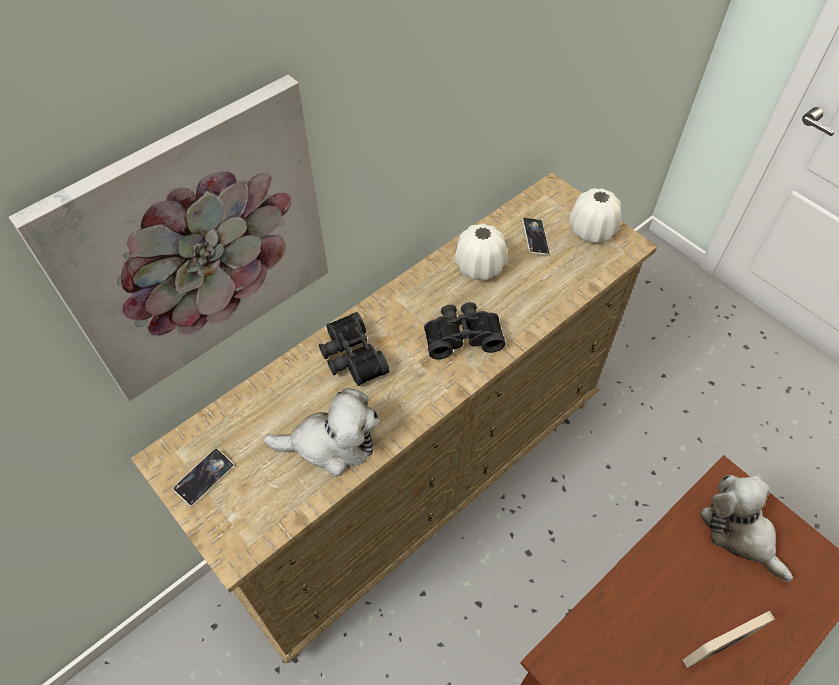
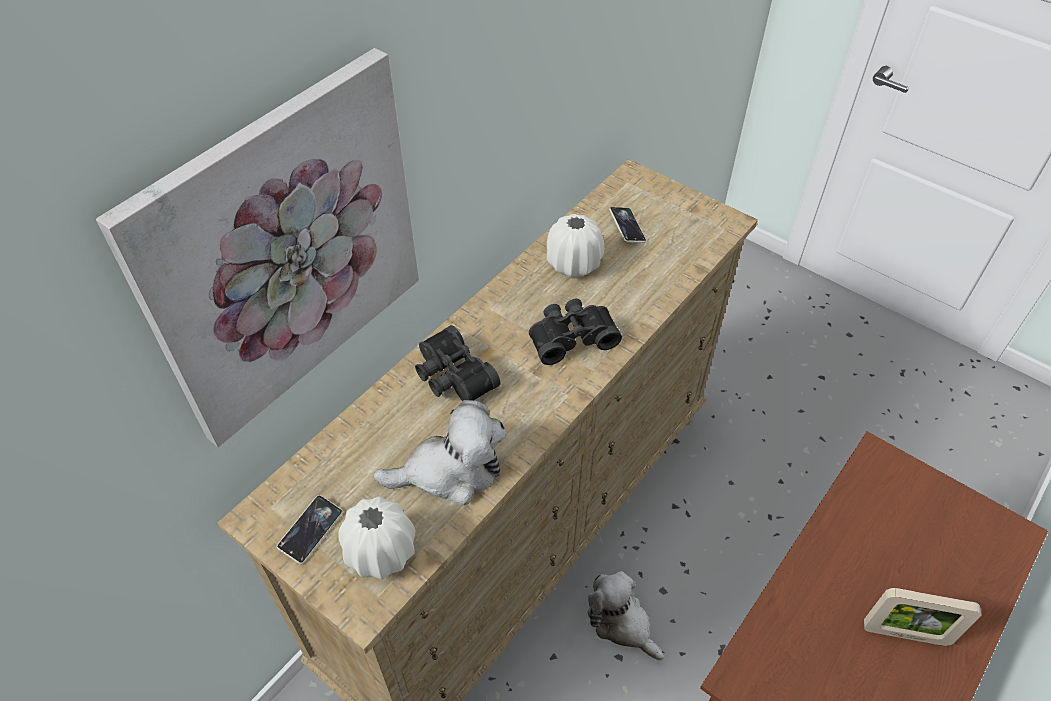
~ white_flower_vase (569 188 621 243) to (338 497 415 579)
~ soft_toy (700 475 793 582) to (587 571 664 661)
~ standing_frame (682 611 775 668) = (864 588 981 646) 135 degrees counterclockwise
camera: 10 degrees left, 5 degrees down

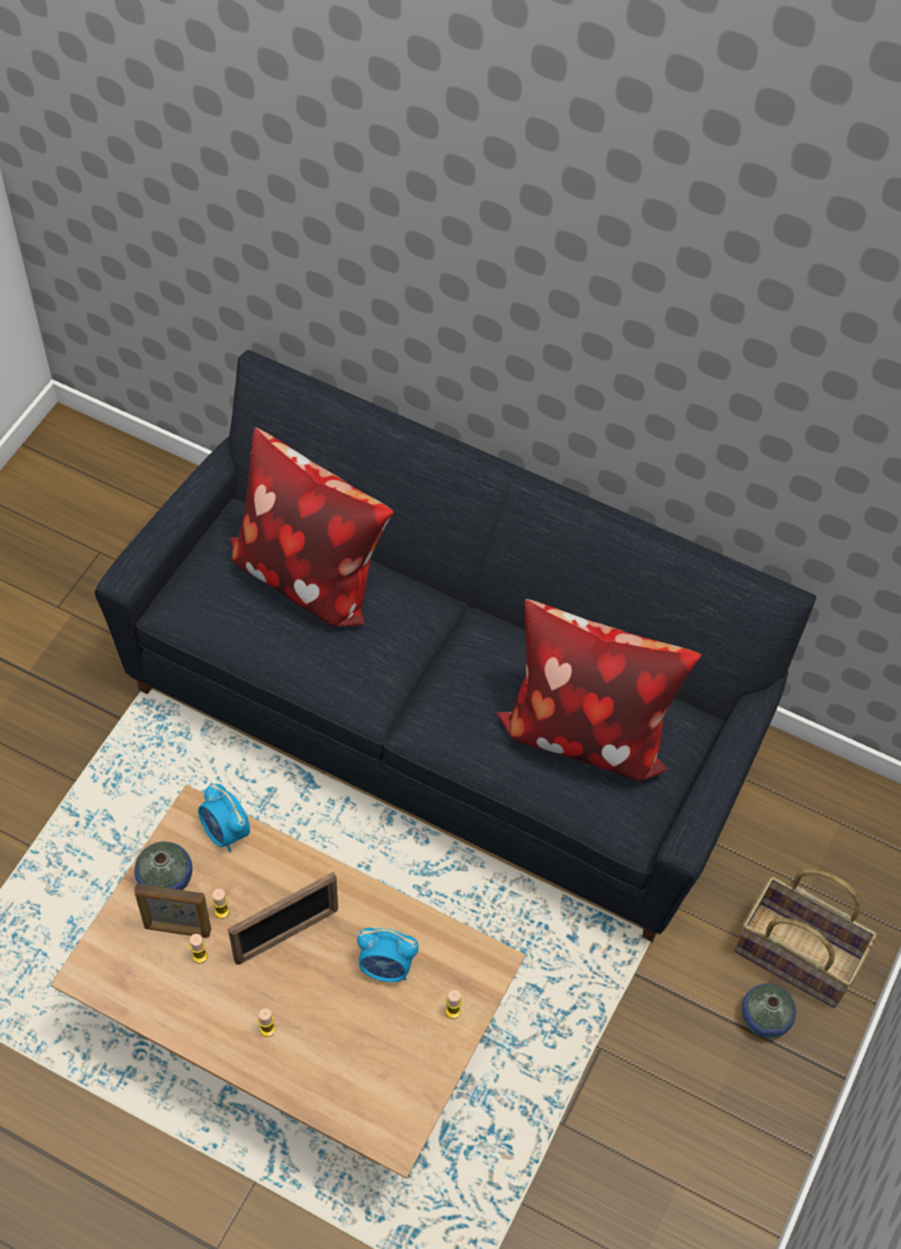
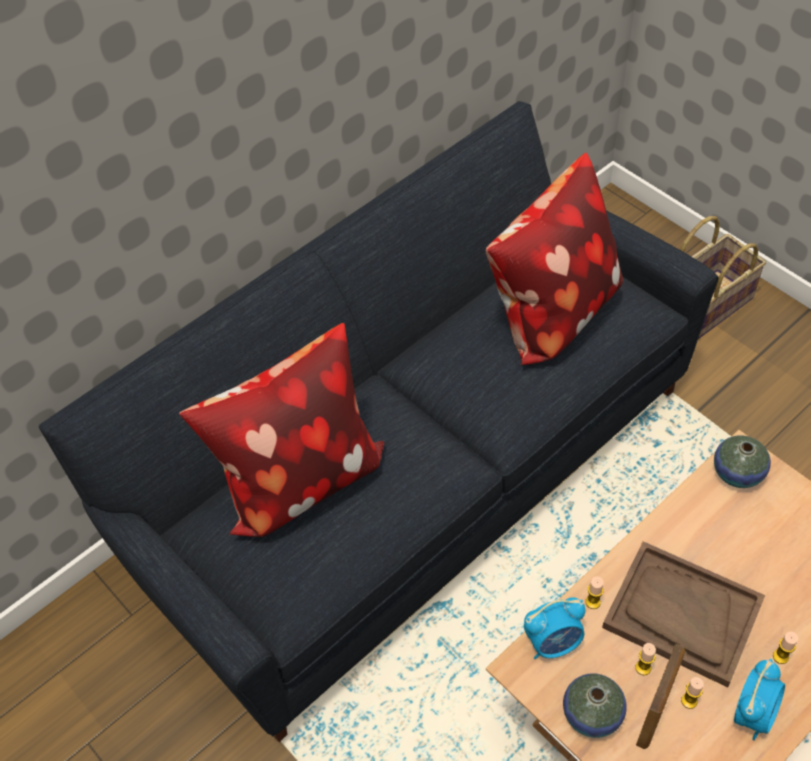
~ standing_frame (228 872 338 965) to brown-coloured_serving_tray (602 541 765 687)
~ table_clock (357 928 419 982) to (734 659 785 740)
~ flower_vase (741 984 796 1038) to (714 435 771 488)
~ candle (446 990 462 1019) to (586 576 604 609)
camera: 65 degrees left, 5 degrees down

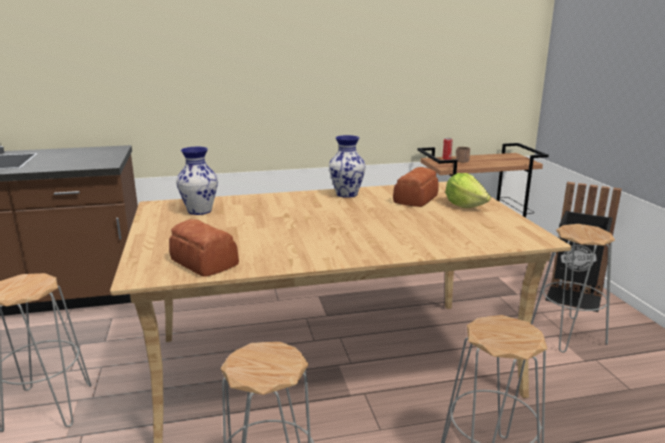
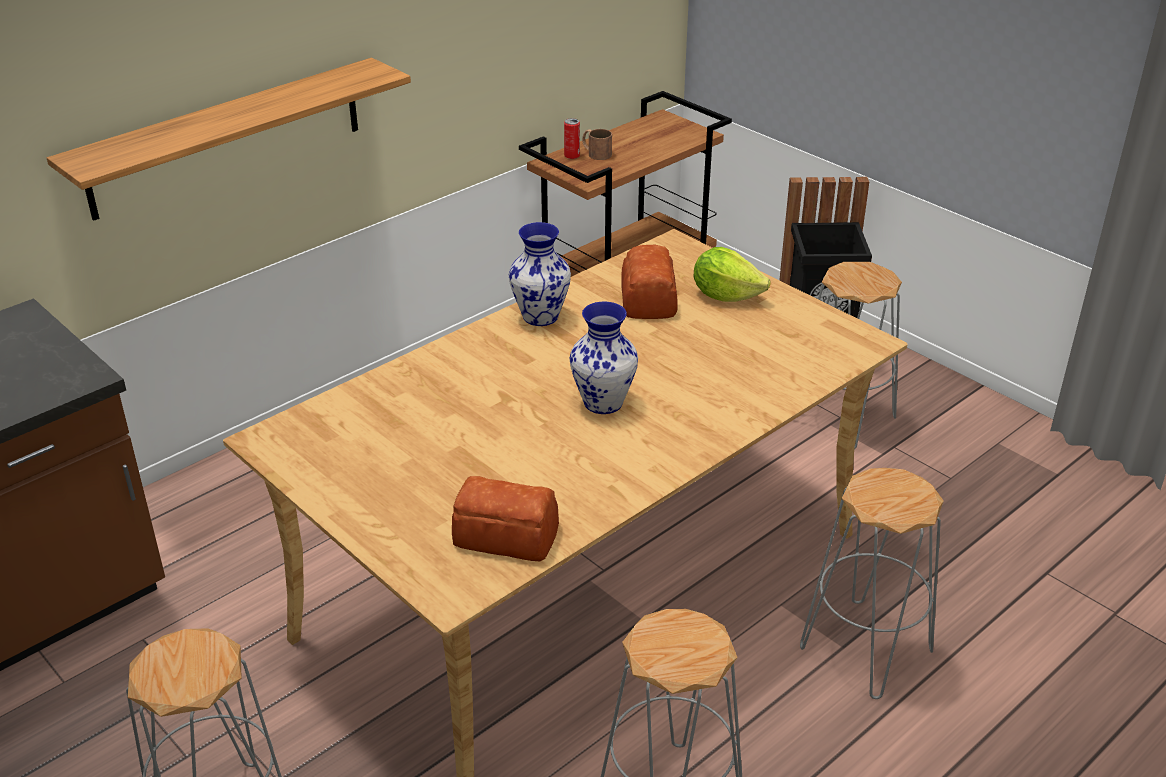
~ flower_vase (176 147 218 215) to (570 302 638 414)
+ bracket_shelf (47 58 411 221)
camera: 30 degrees left, 15 degrees up

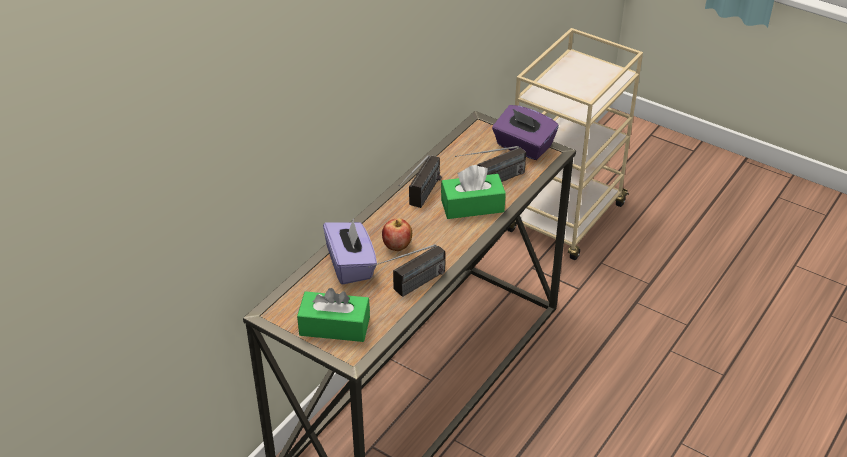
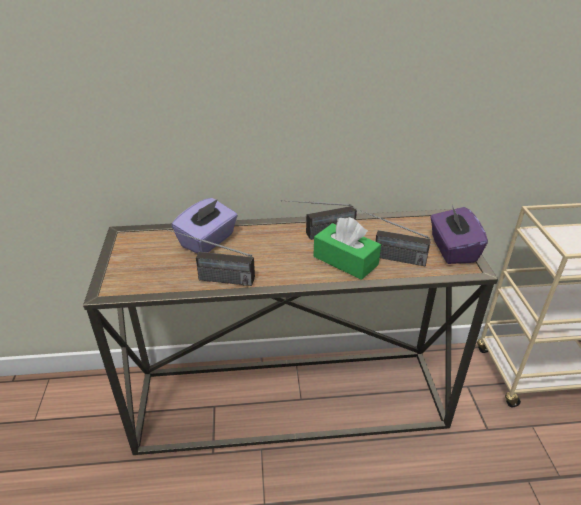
- whole_apple (382 218 412 251)
- green-coloured_tissue_box (297 288 370 342)
camera: 50 degrees right, 5 degrees down

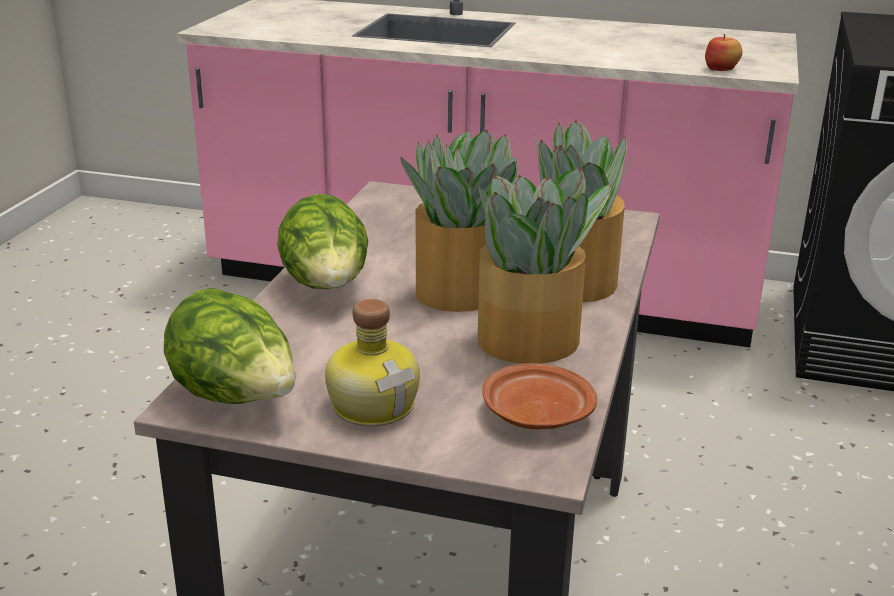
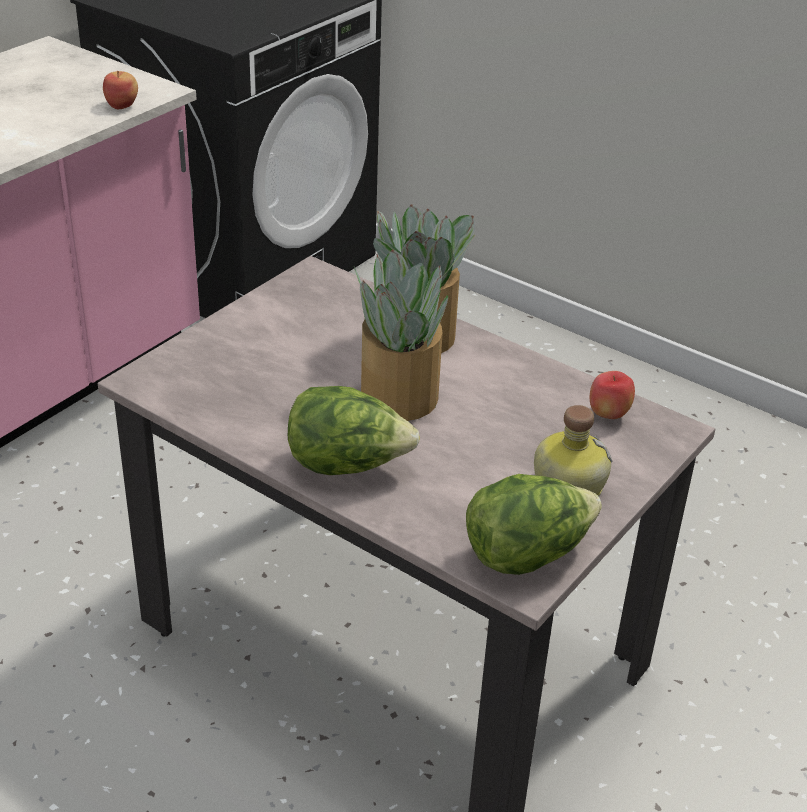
- potted_plant (478 168 612 364)
~ brown-coloured_flat_dish (482 363 597 429) to whole_apple (590 371 635 419)
camera: 70 degrees left, 10 degrees up

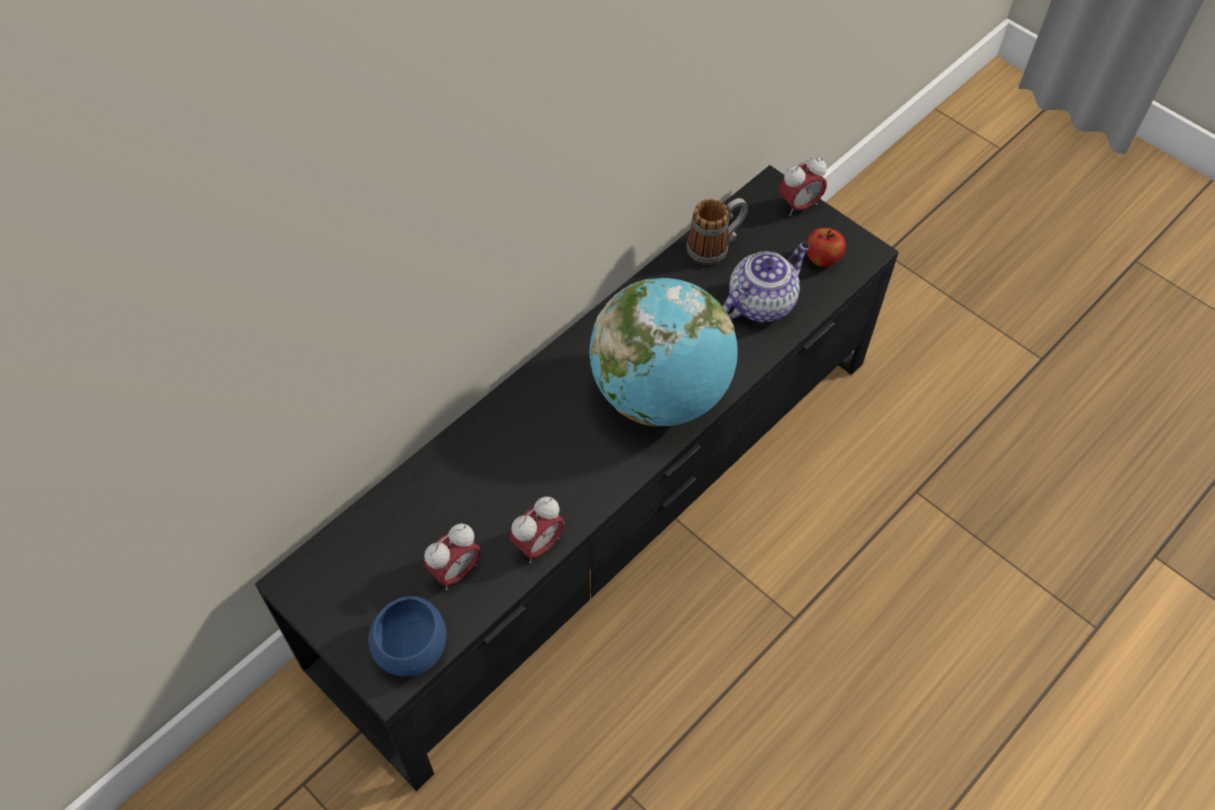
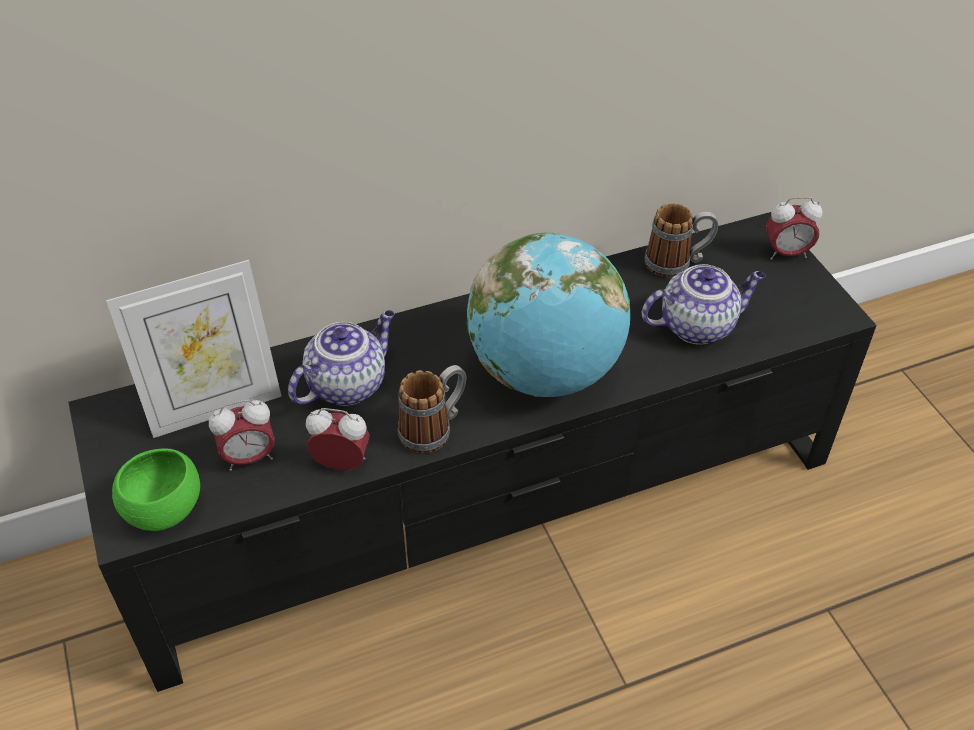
- whole_apple (806 228 846 267)
~ table_clock (509 497 565 563) = (306 408 370 470) 150 degrees counterclockwise
~ bluish_deep_dish (368 596 446 677) to green-coloured_deep_dish (112 449 200 531)
+ standing_frame (106 260 282 438)
+ tea_pot (288 310 395 406)
+ tea_mug (398 365 466 453)
camera: 25 degrees right, 10 degrees down

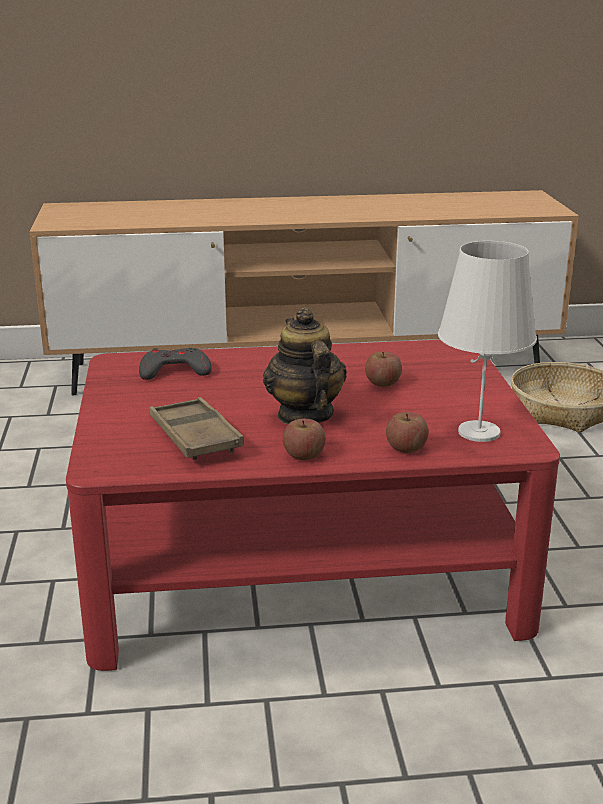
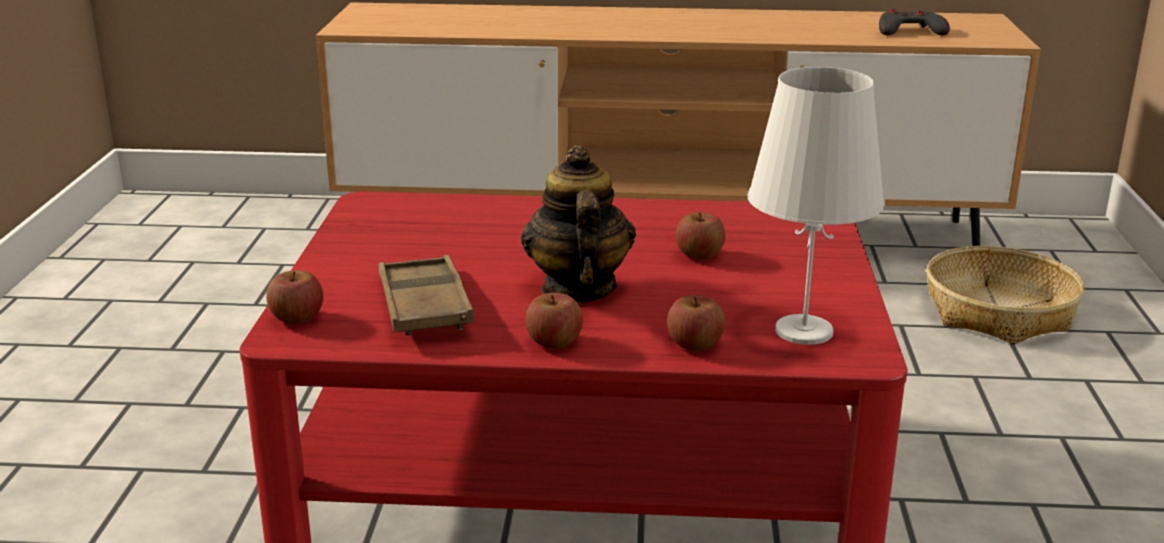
~ grey_game_controller (139 348 212 380) to (879 9 950 35)
+ whole_apple (266 270 323 324)
camera: 10 degrees right, 0 degrees up

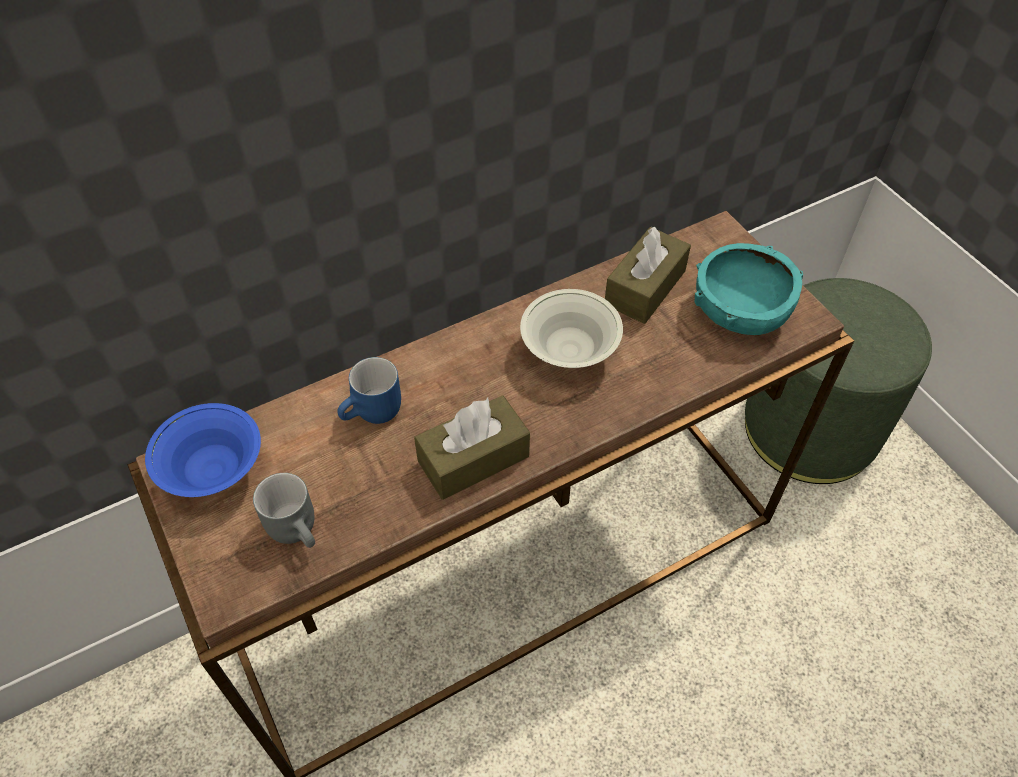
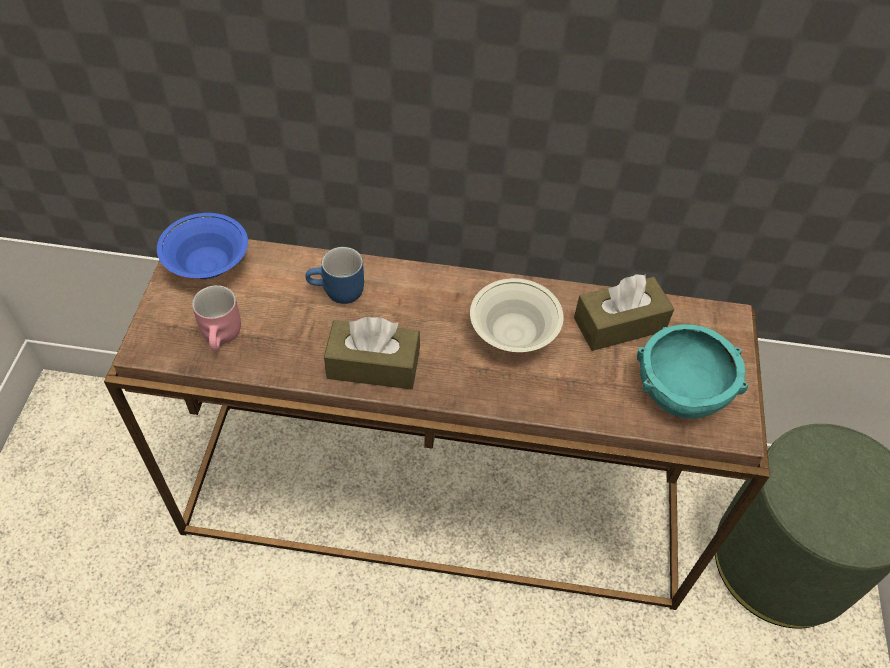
~ grey_tea_mug (253 473 315 548) to pink_tea_mug (192 285 241 351)
camera: 35 degrees right, 0 degrees up

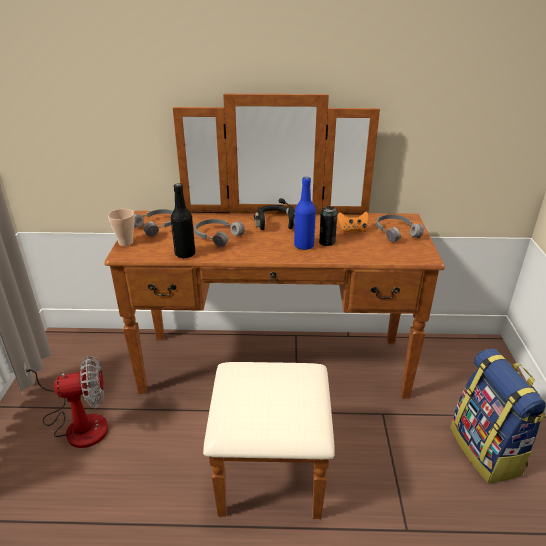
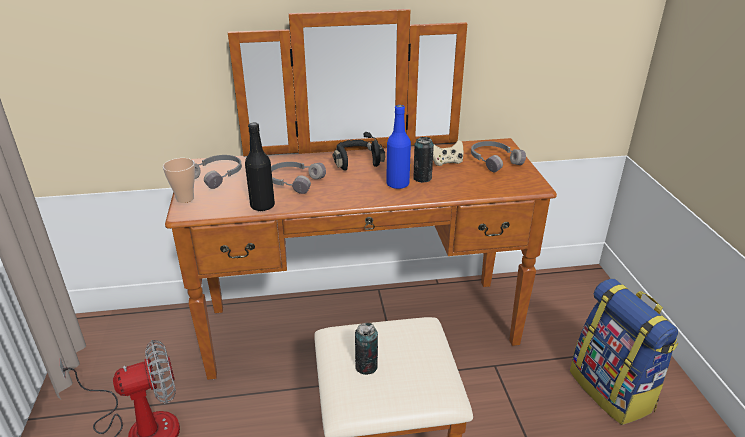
~ orange_game_controller (337 211 369 233) to beige_game_controller (433 140 464 166)
+ metal_can (355 323 378 375)
camera: 10 degrees left, 0 degrees up

